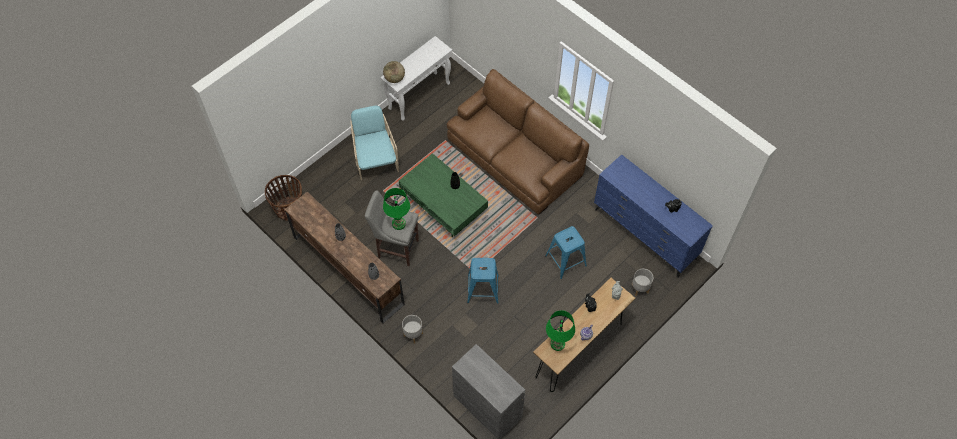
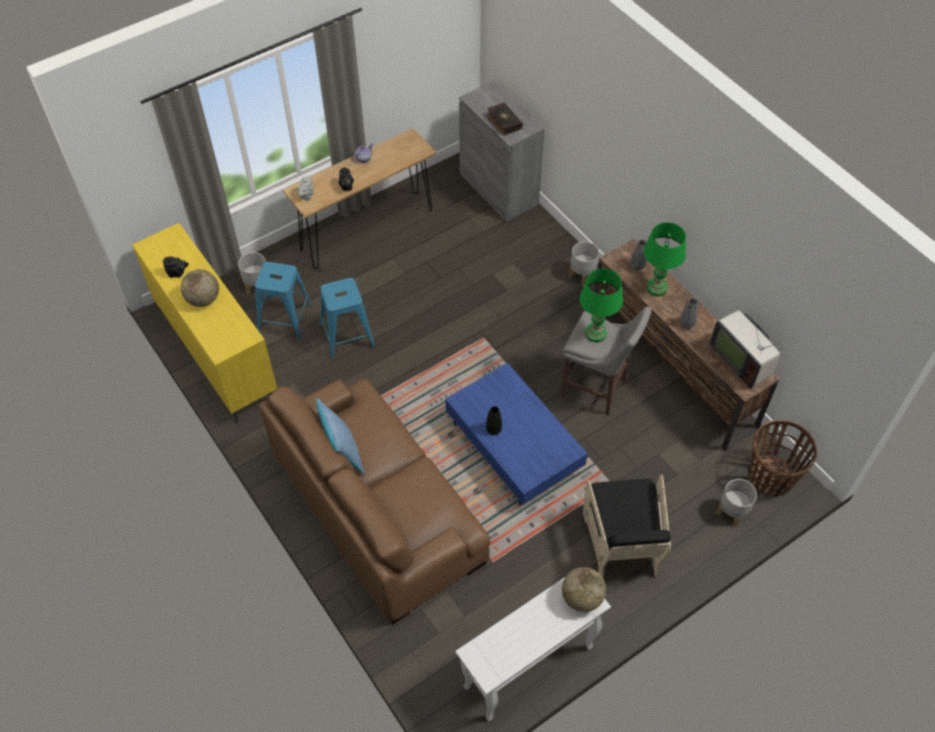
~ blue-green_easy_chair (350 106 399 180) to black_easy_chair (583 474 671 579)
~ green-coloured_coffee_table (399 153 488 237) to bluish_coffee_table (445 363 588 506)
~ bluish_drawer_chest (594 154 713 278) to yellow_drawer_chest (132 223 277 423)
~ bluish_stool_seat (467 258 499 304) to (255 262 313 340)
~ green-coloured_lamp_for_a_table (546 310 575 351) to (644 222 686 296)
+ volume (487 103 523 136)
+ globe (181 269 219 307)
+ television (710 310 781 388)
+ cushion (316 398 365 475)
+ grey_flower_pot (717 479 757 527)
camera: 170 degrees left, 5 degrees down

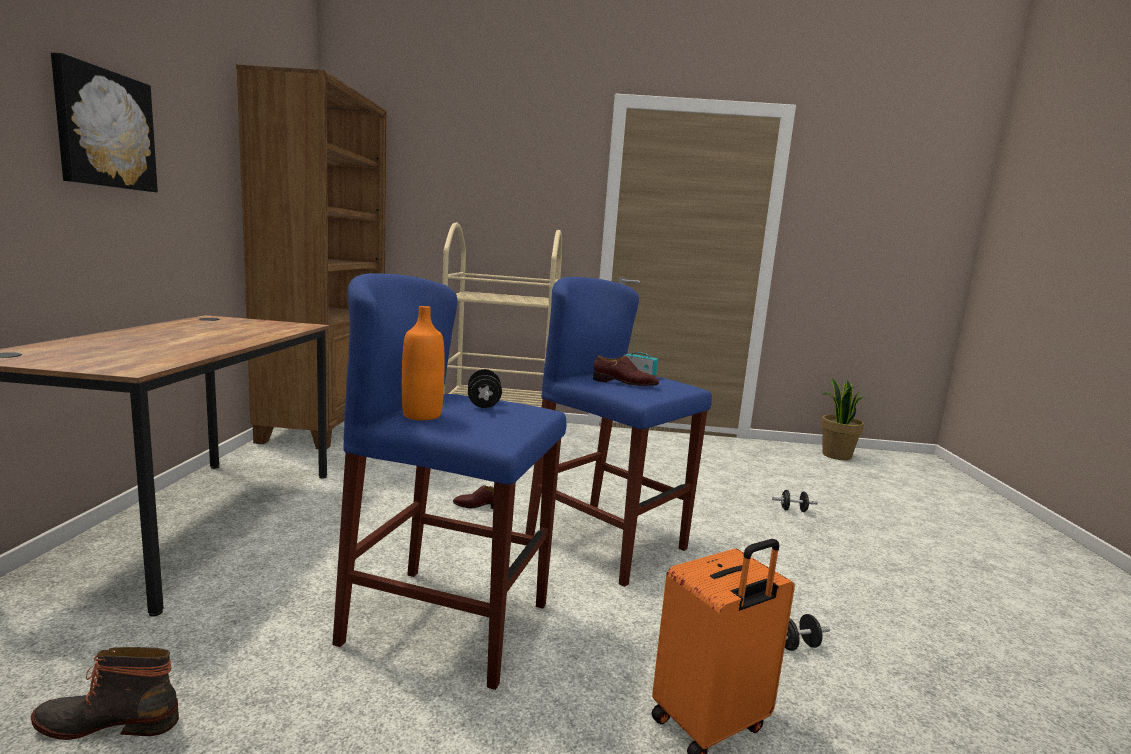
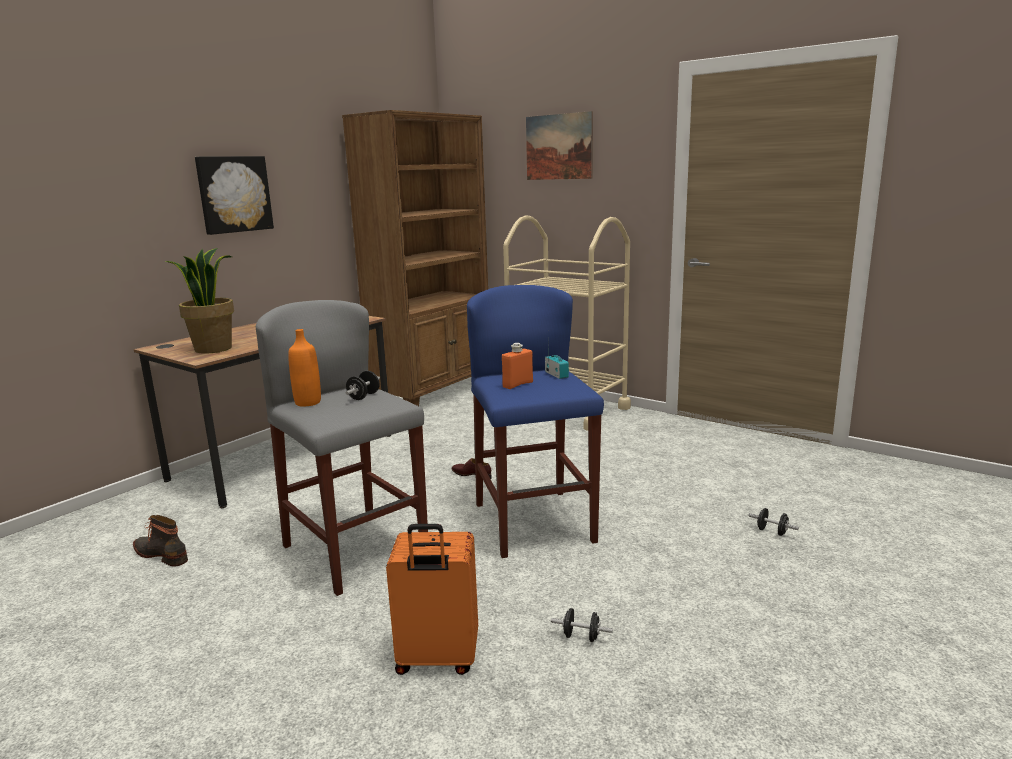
~ bluish_stool_seat (332 273 566 690) to grey_stool_seat (256 300 428 596)
~ brown-coloured_item_of_footwear (593 356 659 386) to orange_drink_bottle (502 343 533 389)
~ potted_plant (821 377 865 460) to (166 248 234 354)
+ wall_picture (526 111 593 180)
camera: 35 degrees right, 5 degrees up

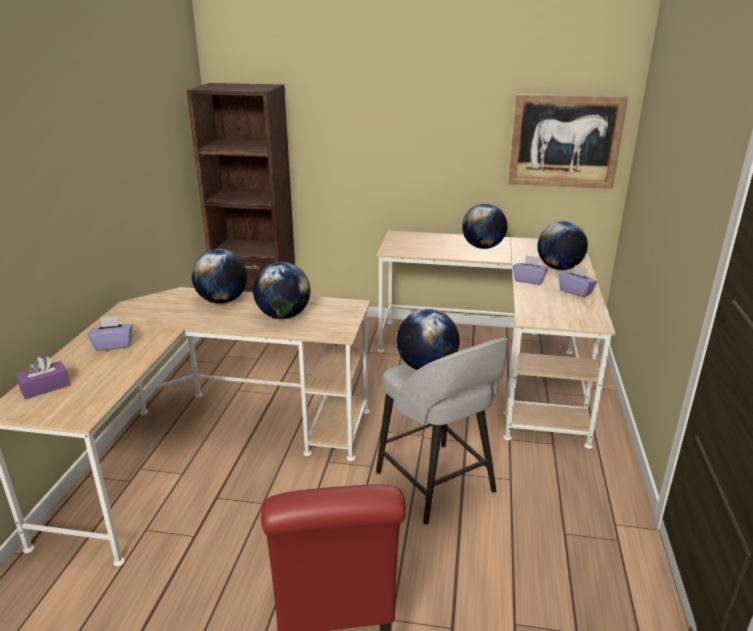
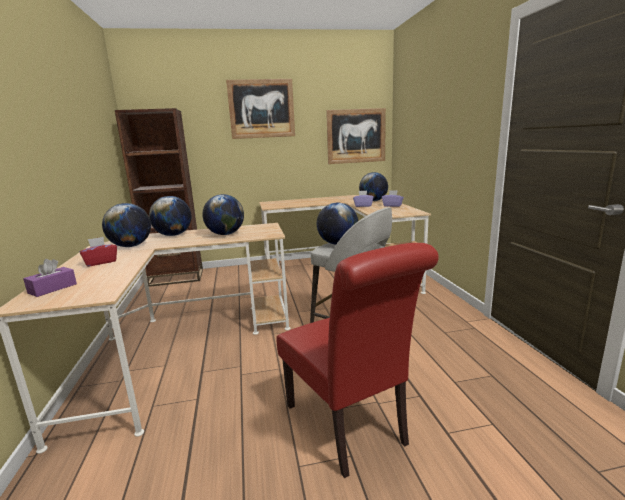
~ globe (462 204 507 249) to (102 203 151 247)
~ purple-coloured_tissue_box (88 316 133 351) to red-coloured_tissue_box (80 237 117 267)
+ wall_picture (226 79 295 139)
camera: 20 degrees left, 10 degrees down

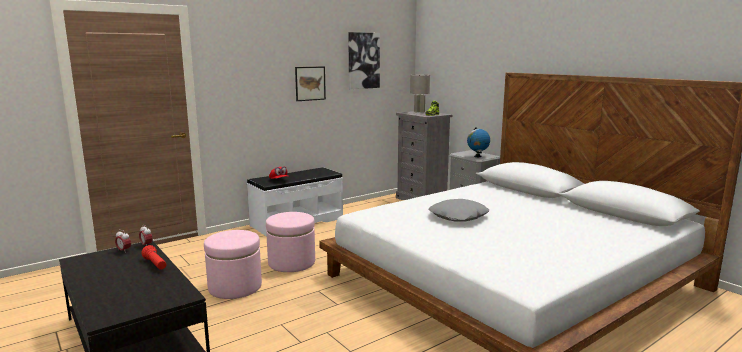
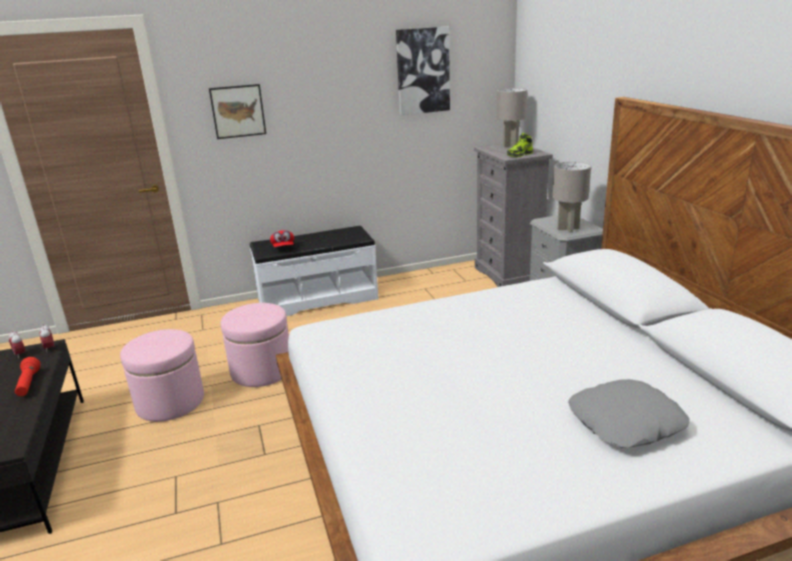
~ wall_picture (295 66 326 101) to (209 84 266 139)
~ globe (467 127 490 157) to grey_lamp_for_a_table (552 162 591 233)
~ grey_cushion (429 199 489 222) to (568 379 690 448)
camera: 20 degrees right, 10 degrees up

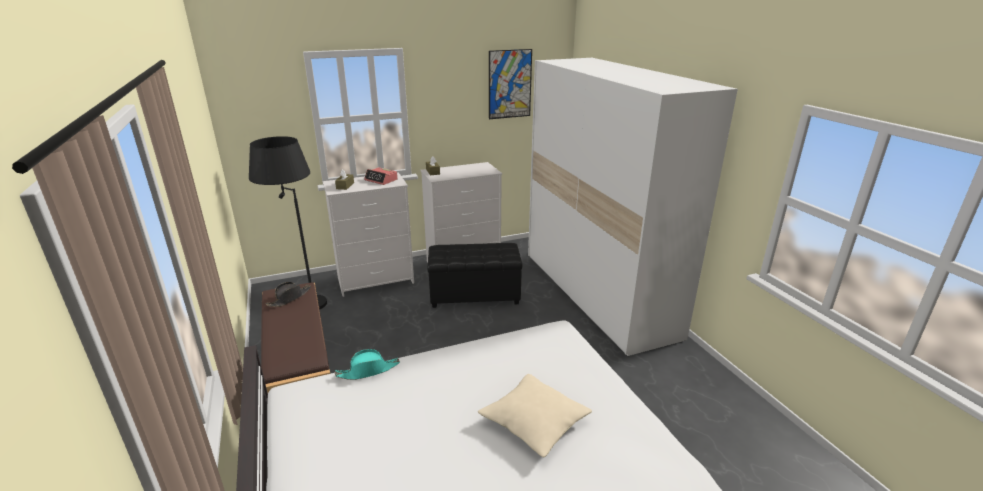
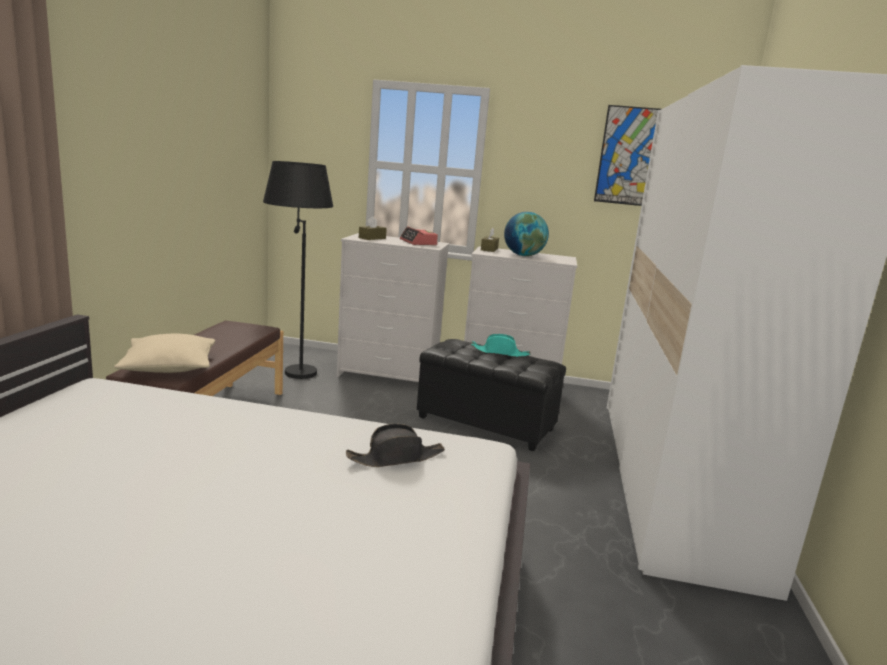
~ black_wearable_hat (265 282 311 307) to (346 424 445 467)
~ blue-green_wearable_hat (335 349 400 380) to (471 334 530 357)
~ beige_cushion (478 374 592 457) to (114 334 215 373)
+ globe (504 212 549 256)
camera: 30 degrees right, 10 degrees down

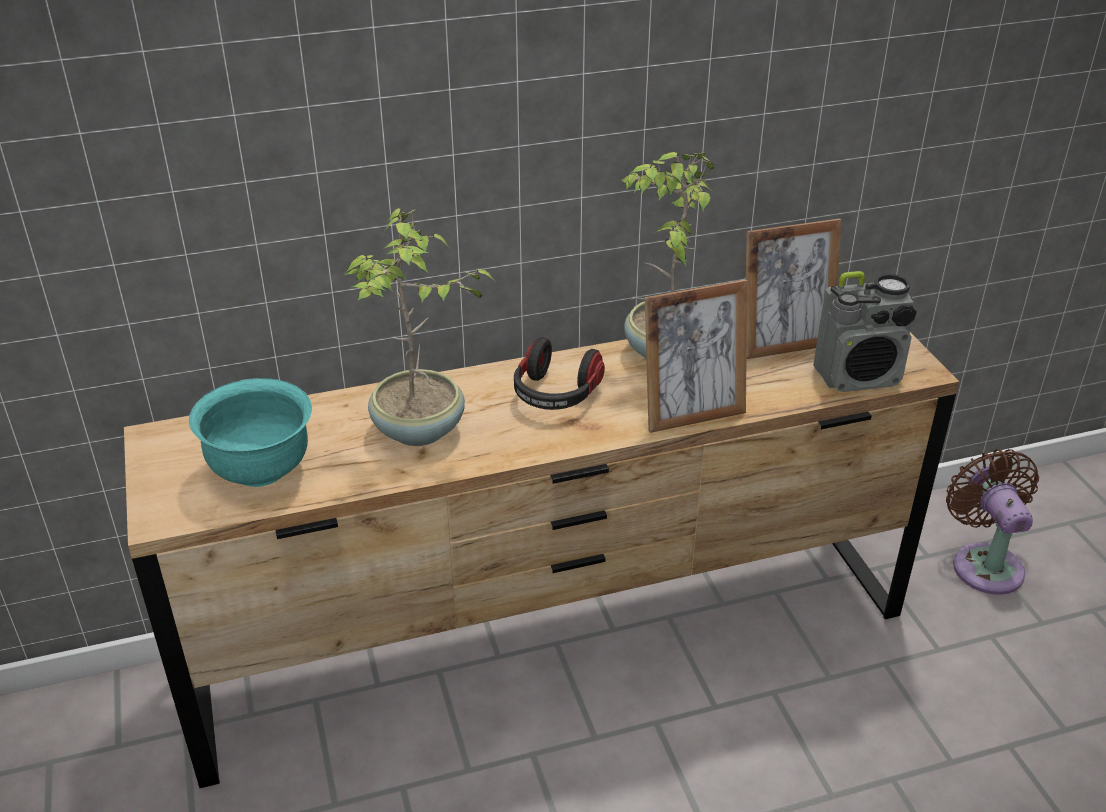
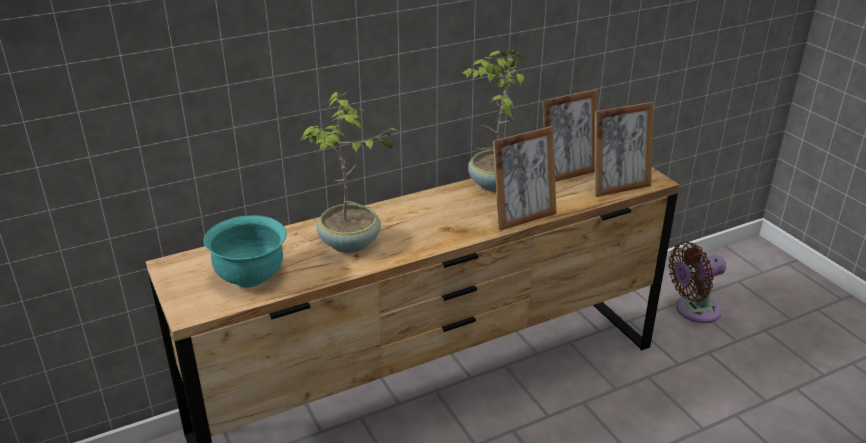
~ radio_set (813 271 917 392) to standing_frame (595 102 654 197)
- pair_of_headphones (514 337 605 410)
~ brown-coloured_electric_fan (946 449 1039 595) = (668 242 726 323) 90 degrees counterclockwise
camera: 10 degrees left, 5 degrees down

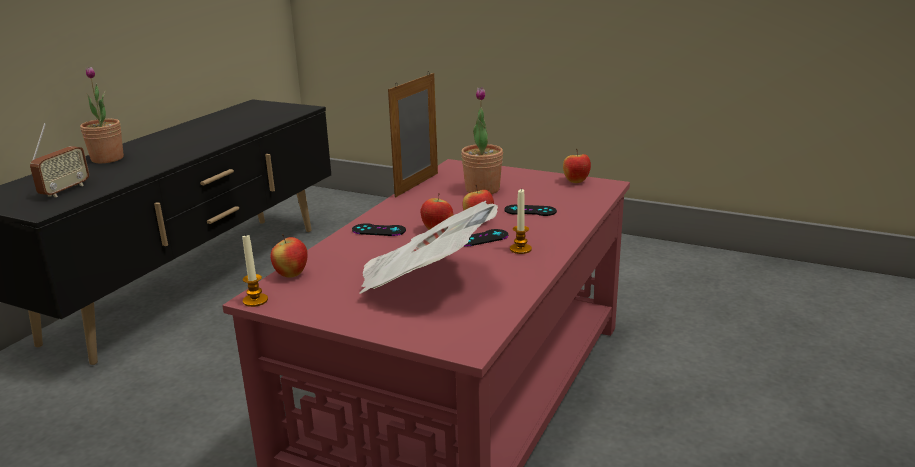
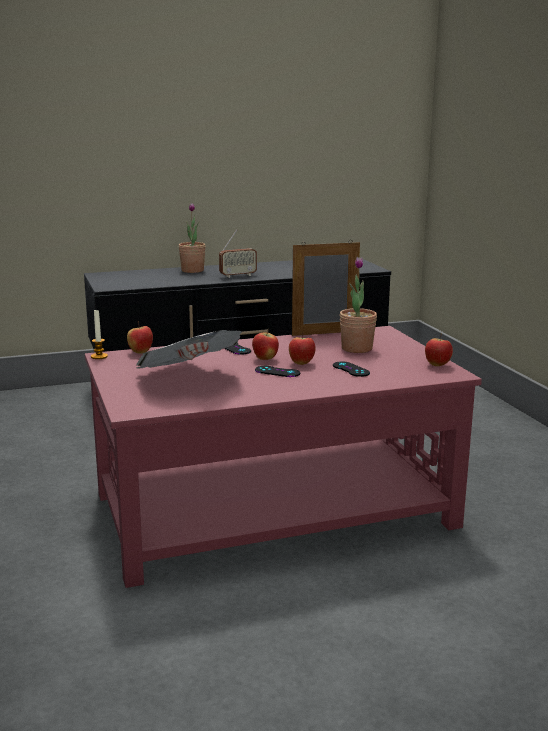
~ radio_set (30 123 89 197) to (219 229 257 278)
- candle (510 189 532 254)
camera: 45 degrees right, 5 degrees down

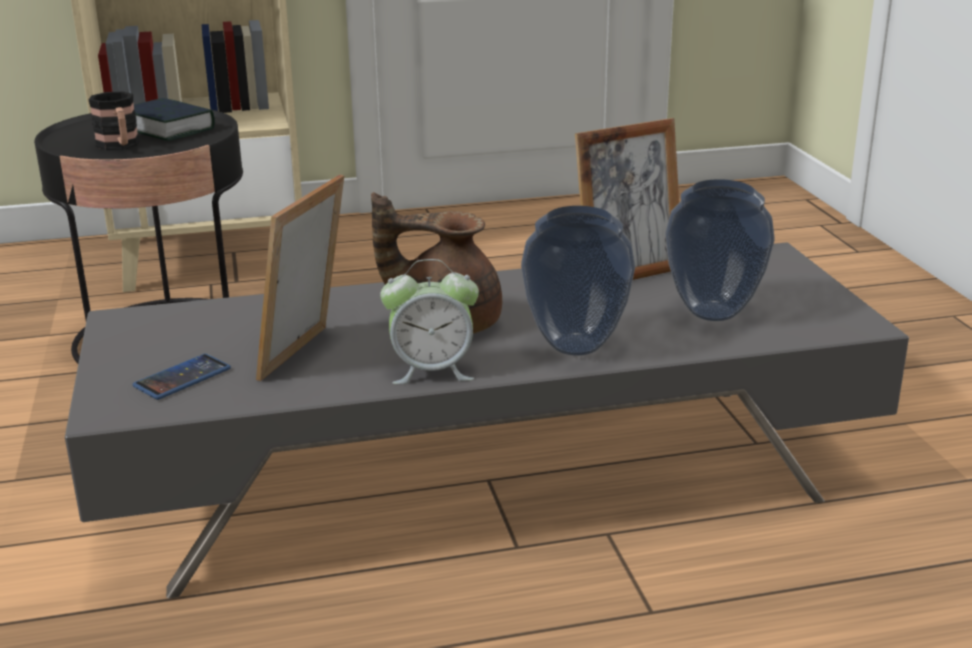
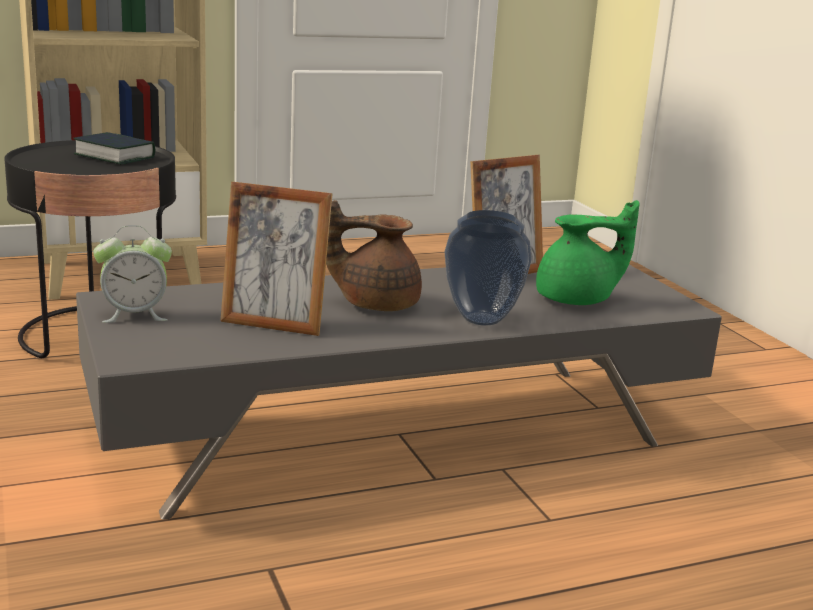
- tea_mug (88 91 140 150)
~ standing_frame (256 174 344 381) = (220 182 333 336) 90 degrees counterclockwise
~ flower_vase (665 179 775 321) to green-coloured_tea_pot (536 200 639 305)
~ table_clock (380 259 479 384) to (93 225 172 323)
- phone (132 354 231 400)
camera: 10 degrees left, 5 degrees down

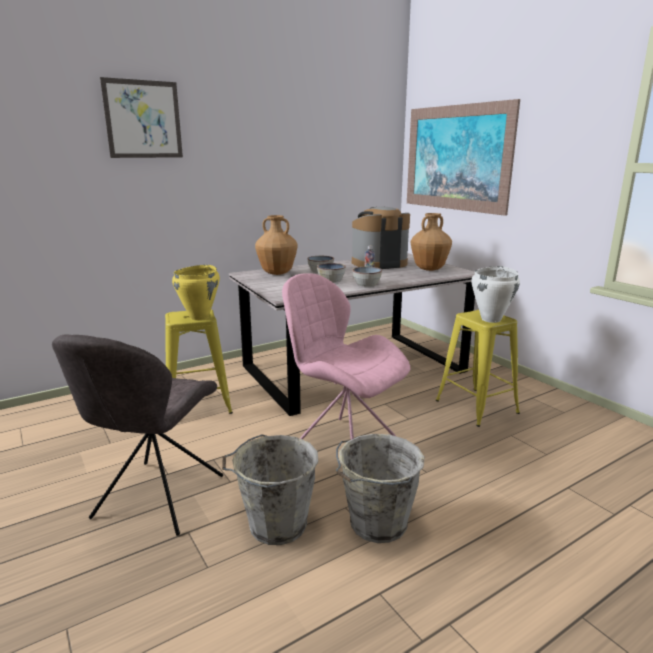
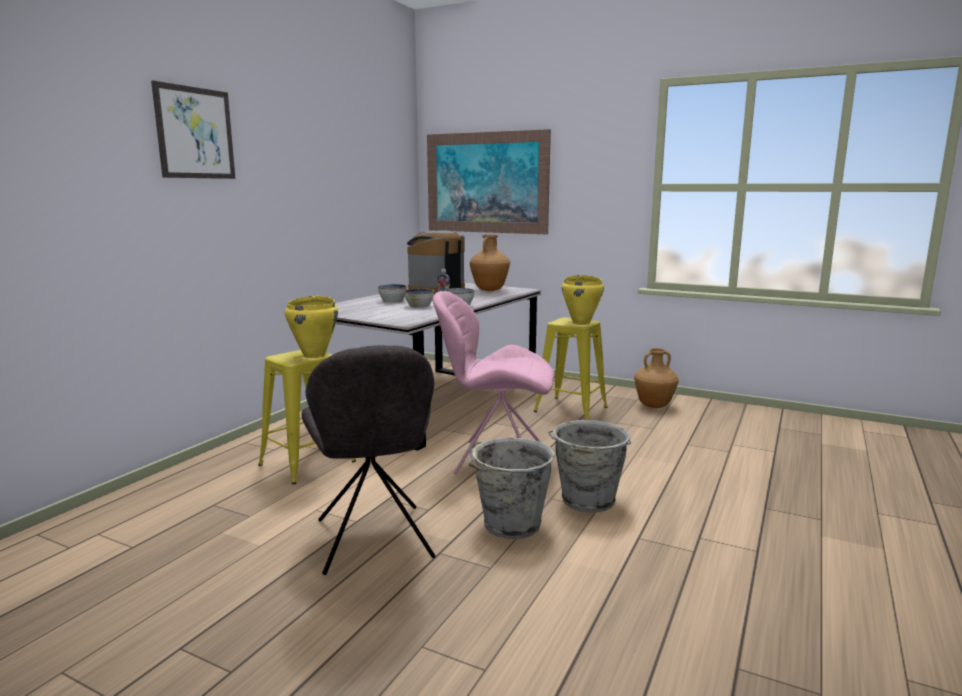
~ brown-coloured_flower_vase (255 215 298 275) to (634 348 679 408)
~ white_saucepot (471 266 520 323) to yellow_saucepot (562 275 604 325)
camera: 30 degrees left, 5 degrees down

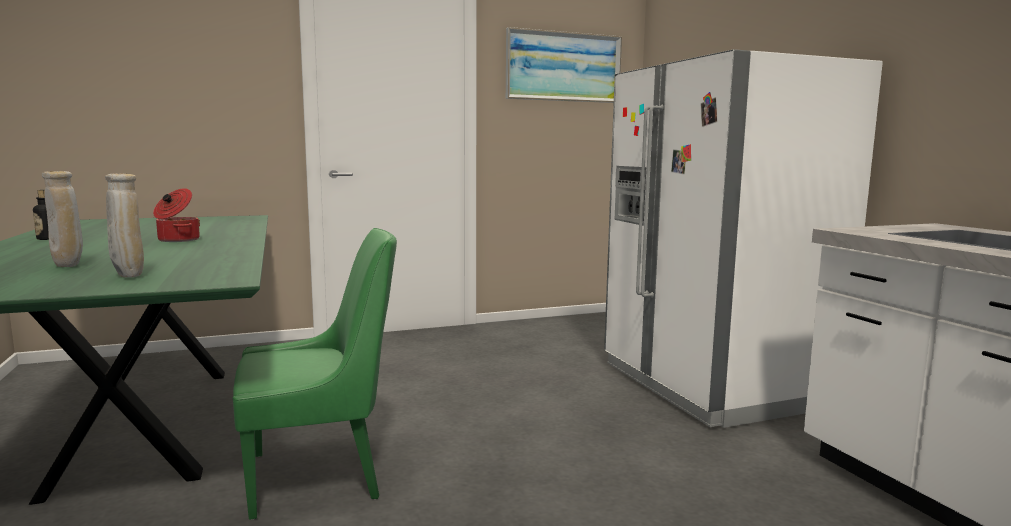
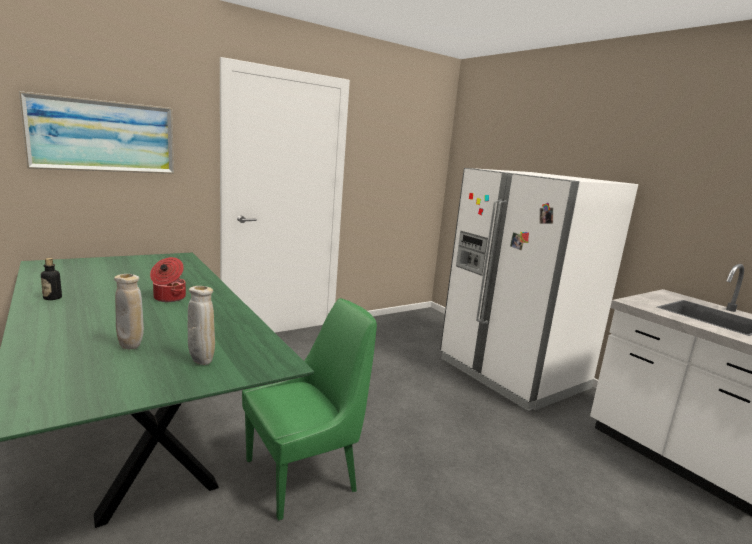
~ wall_picture (506 27 622 103) to (19 91 174 174)
camera: 15 degrees left, 5 degrees up

